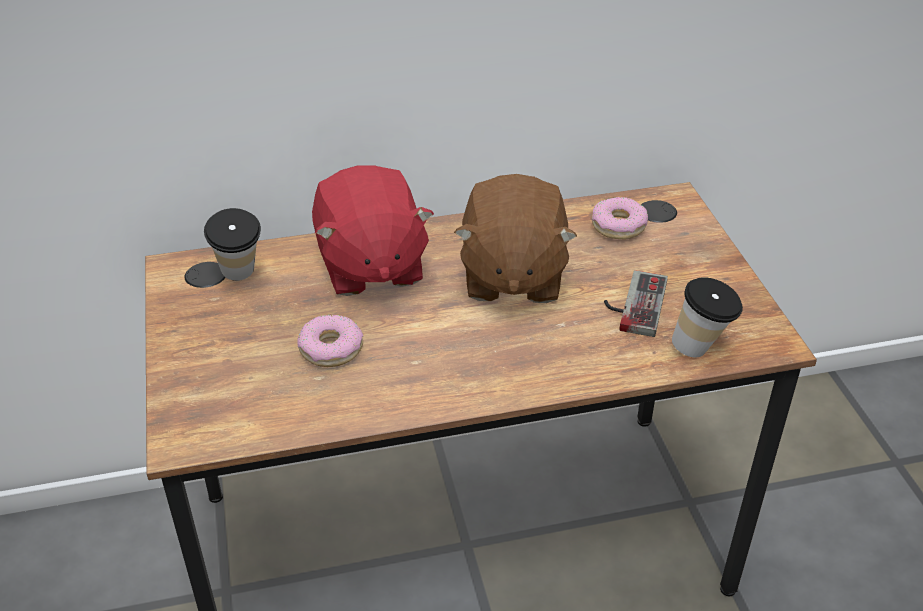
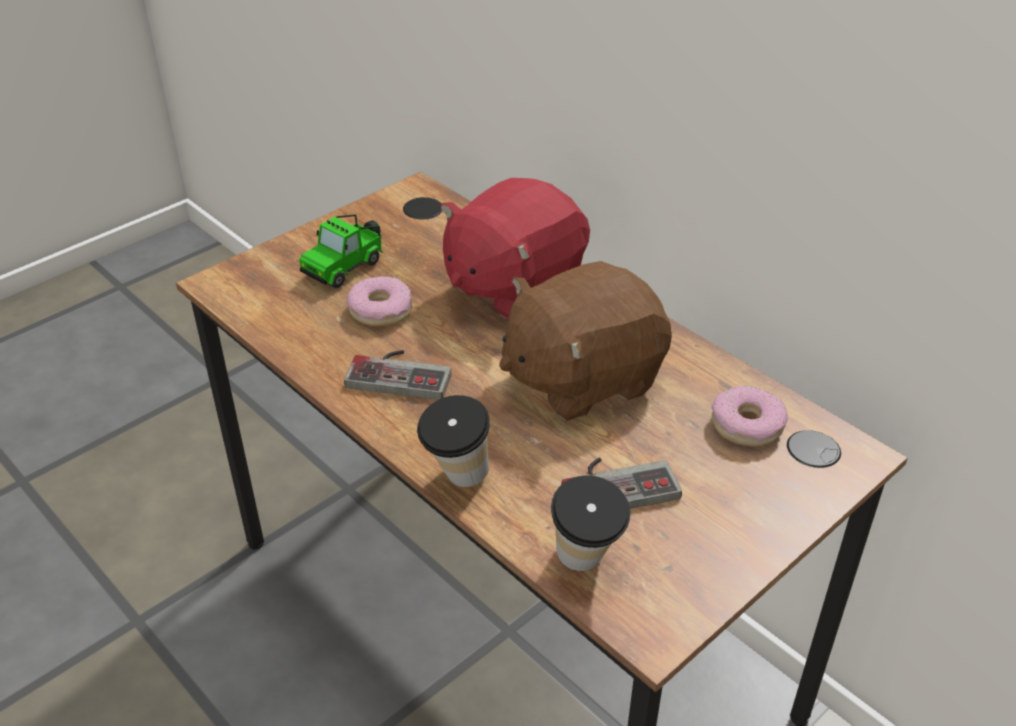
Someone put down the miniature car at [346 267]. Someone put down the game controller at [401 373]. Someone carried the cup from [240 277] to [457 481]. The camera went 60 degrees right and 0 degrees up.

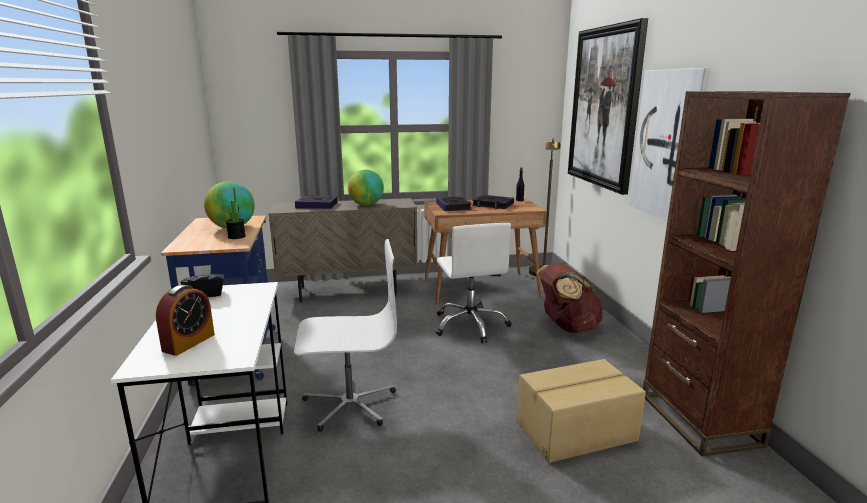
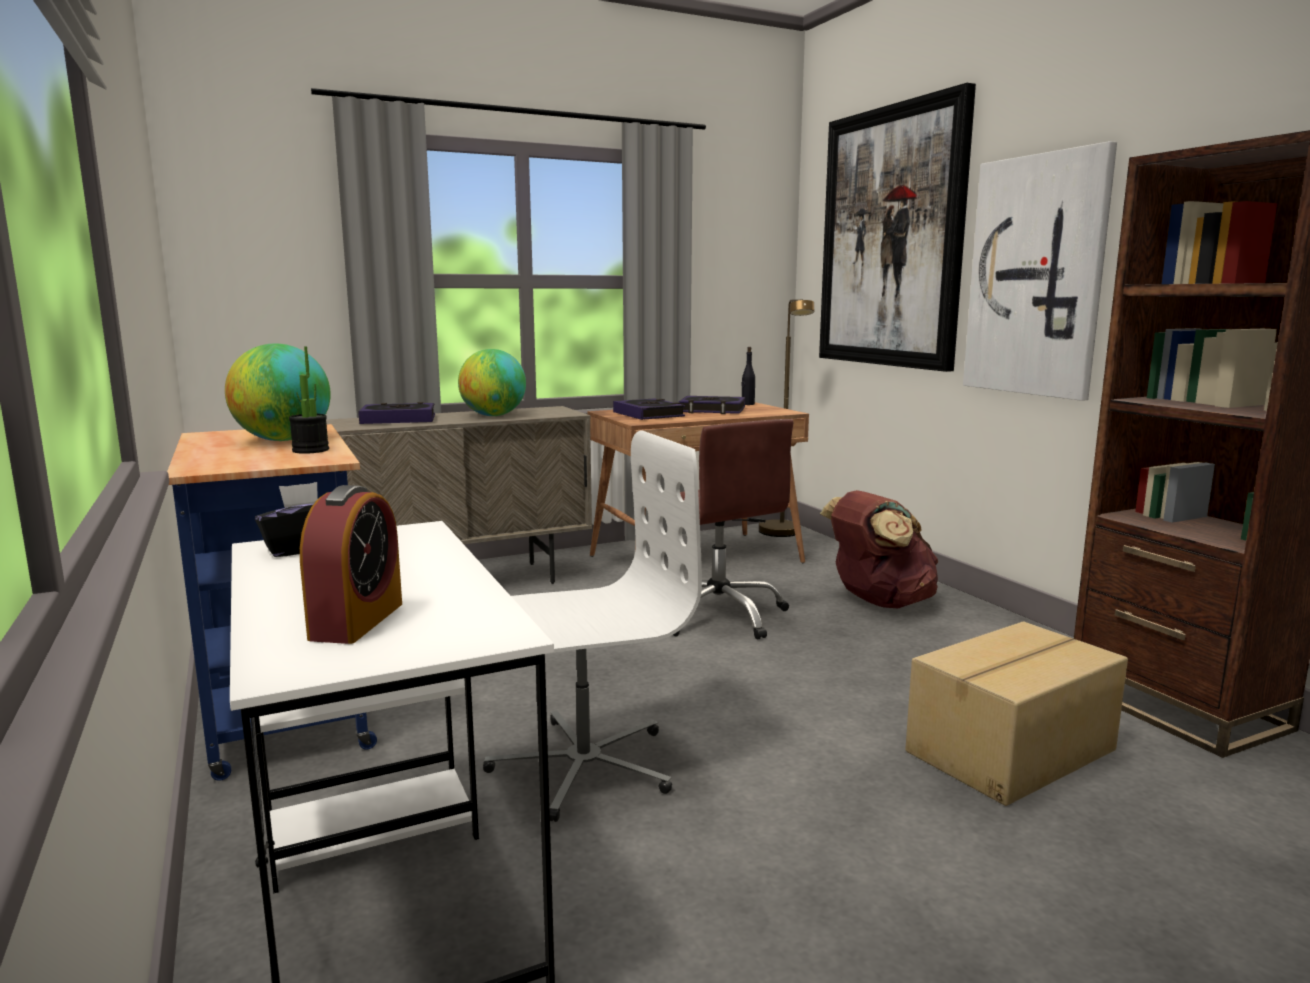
Someone repainted the white-coloured computer chair at [471 325], which became the brown-coloured computer chair at [719 615]. The camera went 15 degrees left and 5 degrees down.

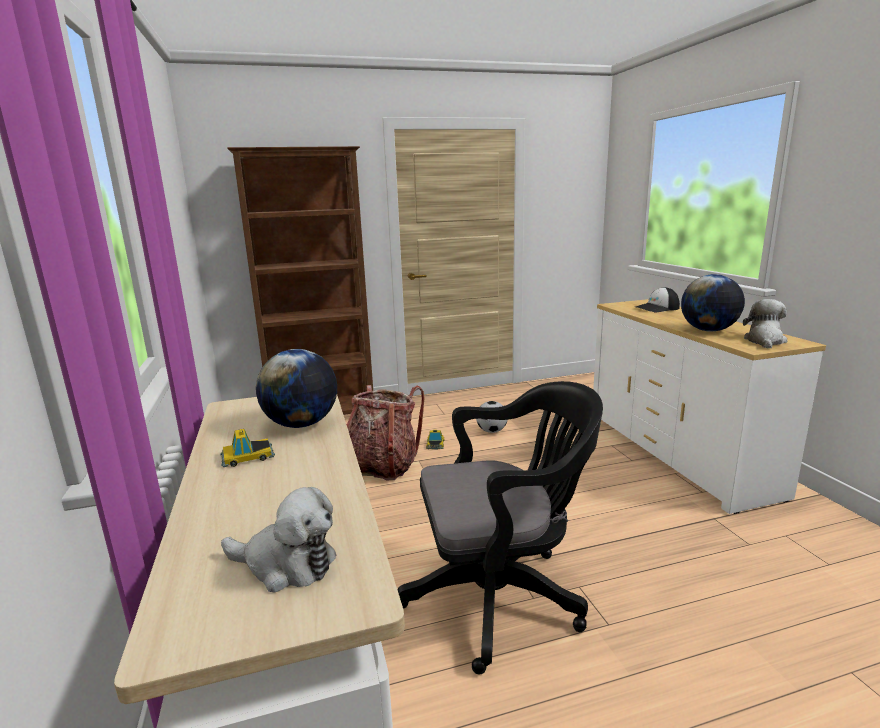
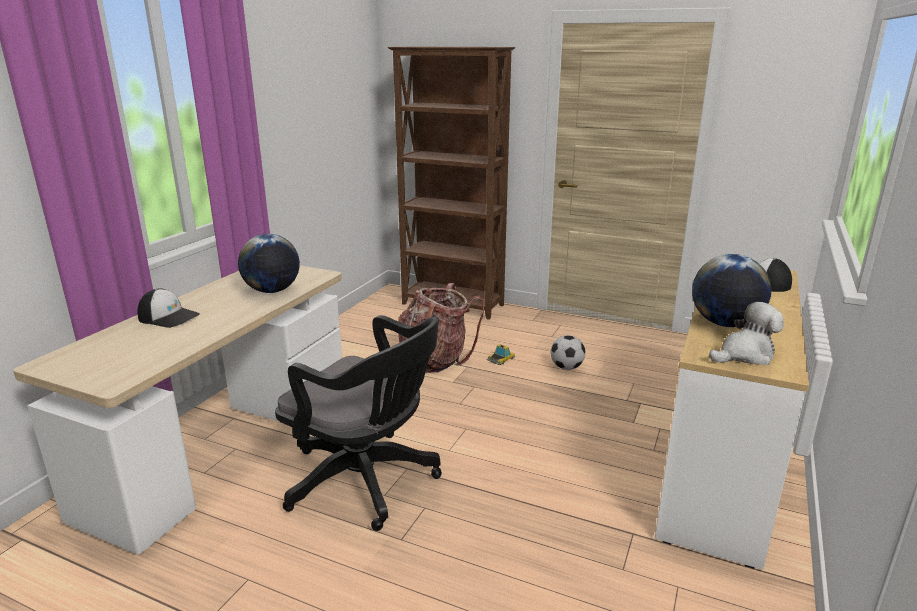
Someone took away the miniature car at [247 456]. Someone took away the soft toy at [286 564]. Someone put down the cap at [169 317]. The camera went 40 degrees right and 5 degrees up.

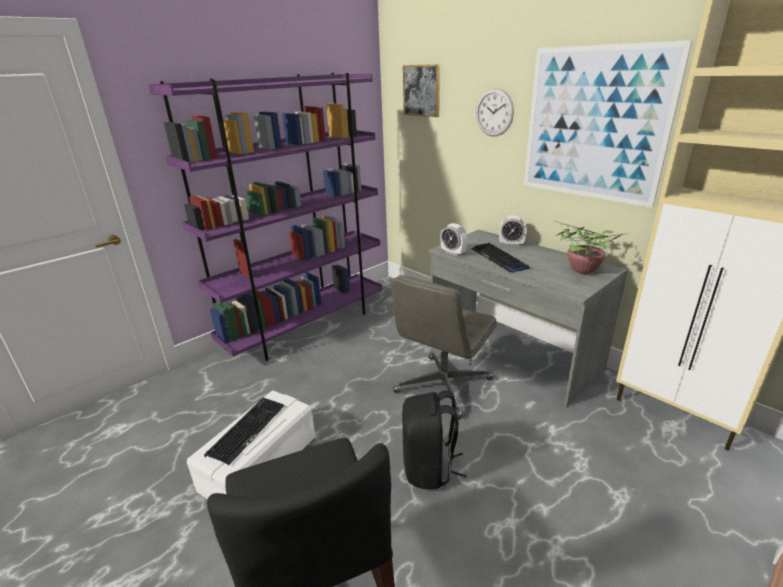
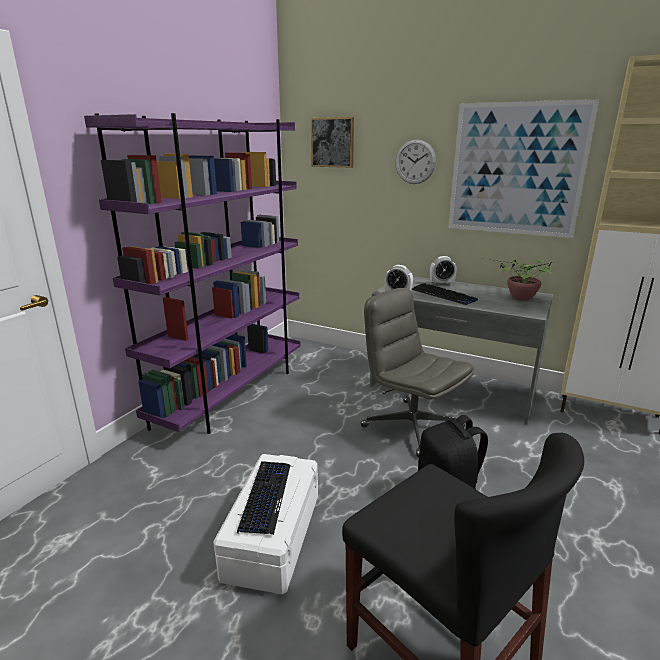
Someone rotated the greyish computer chair at [443 386] by 120 degrees clockwise. The camera went 20 degrees left and 5 degrees down.

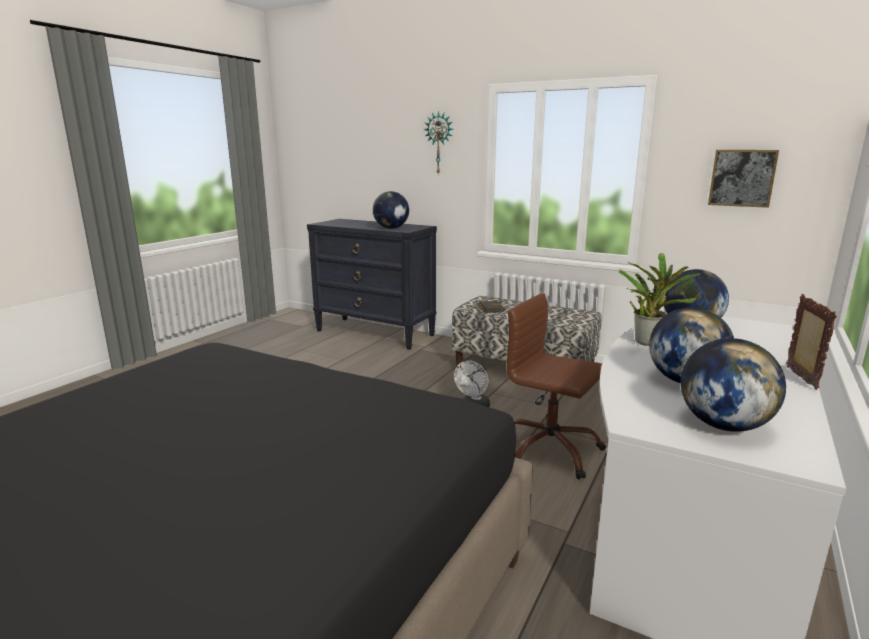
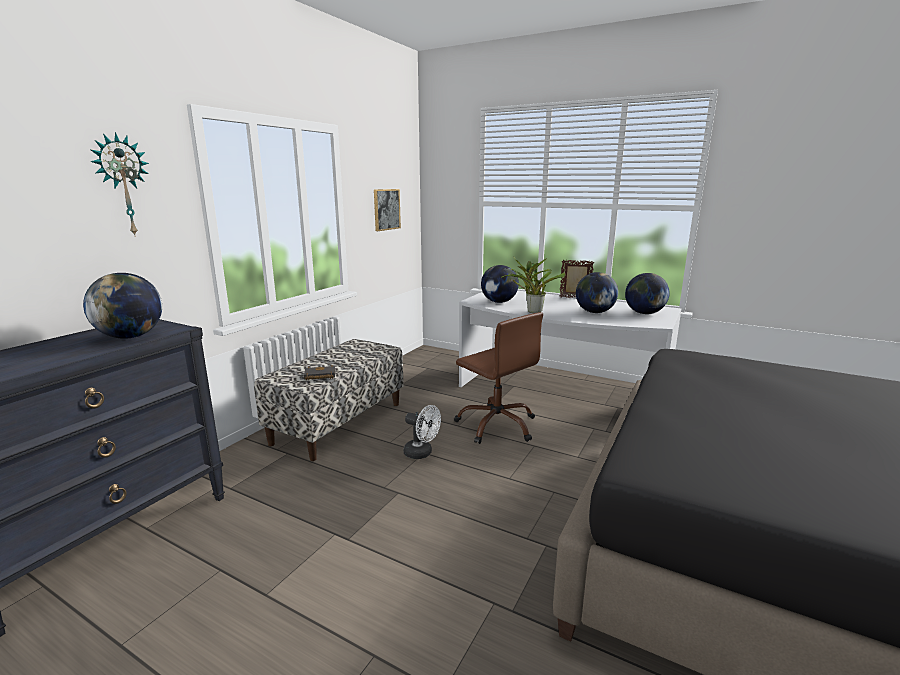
Someone rotated the brown-coloured computer chair at [549 450] by 75 degrees counterclockwise. The camera went 90 degrees left and 0 degrees up.

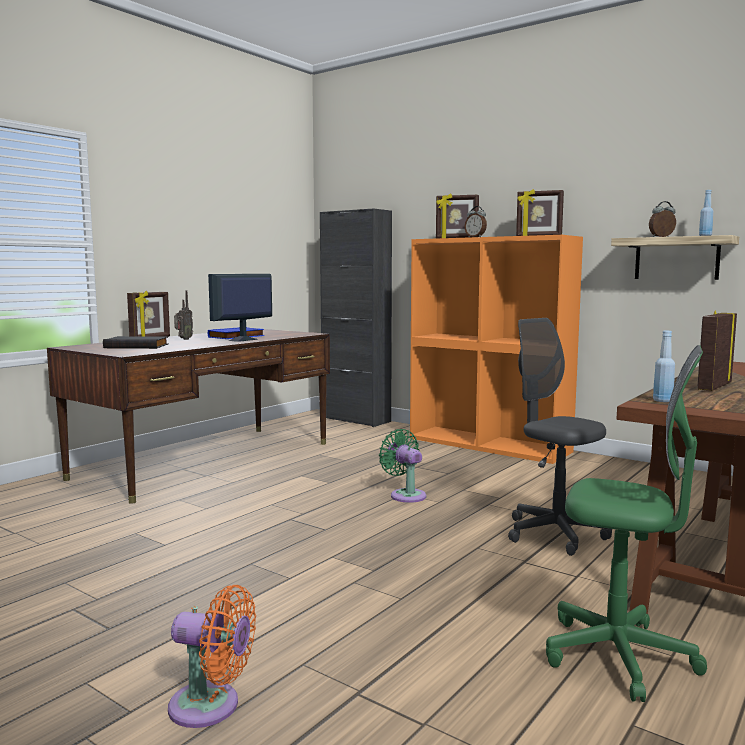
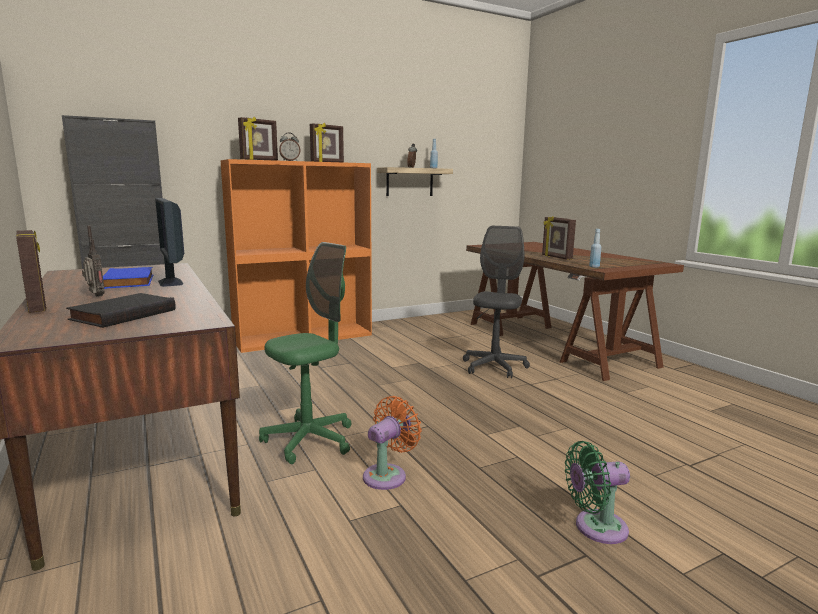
Someone carried the orange-coloured fan from [211 706] to [388 475]. Someone carried the green fan from [405 495] to [595 528]. Someone carried the green computer chair from [618 656] to [309 440]. Someone rotated the greyish computer chair at [555 534] by 120 degrees clockwise. The camera went 65 degrees left and 5 degrees up.

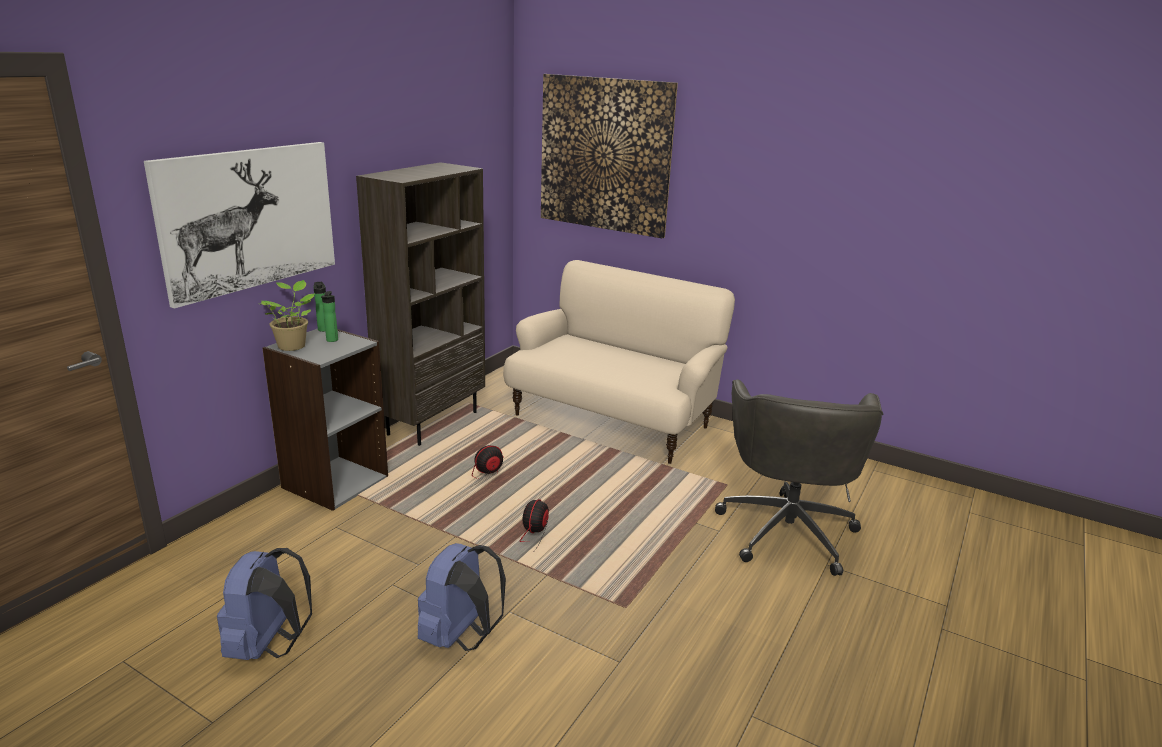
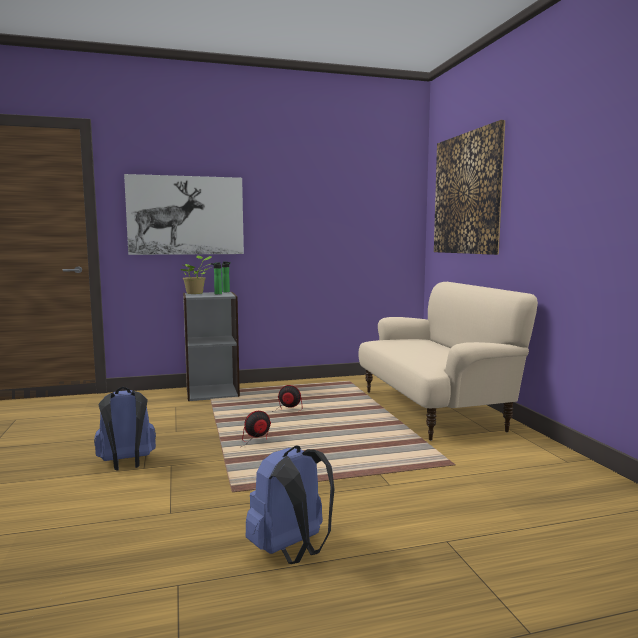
Someone took away the brown-coloured shelving unit at [432 423]. Someone took away the greyish computer chair at [787 529]. Someone carried the bluish knapsack from [268 646] to [291 551]. The camera went 45 degrees right and 15 degrees down.

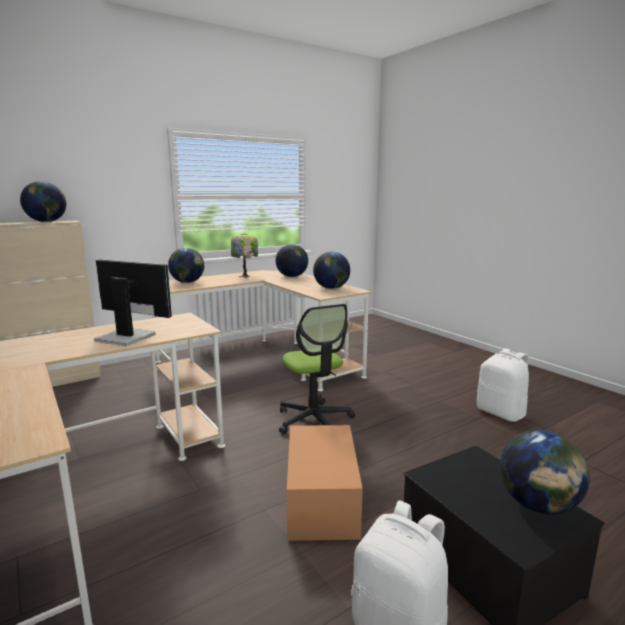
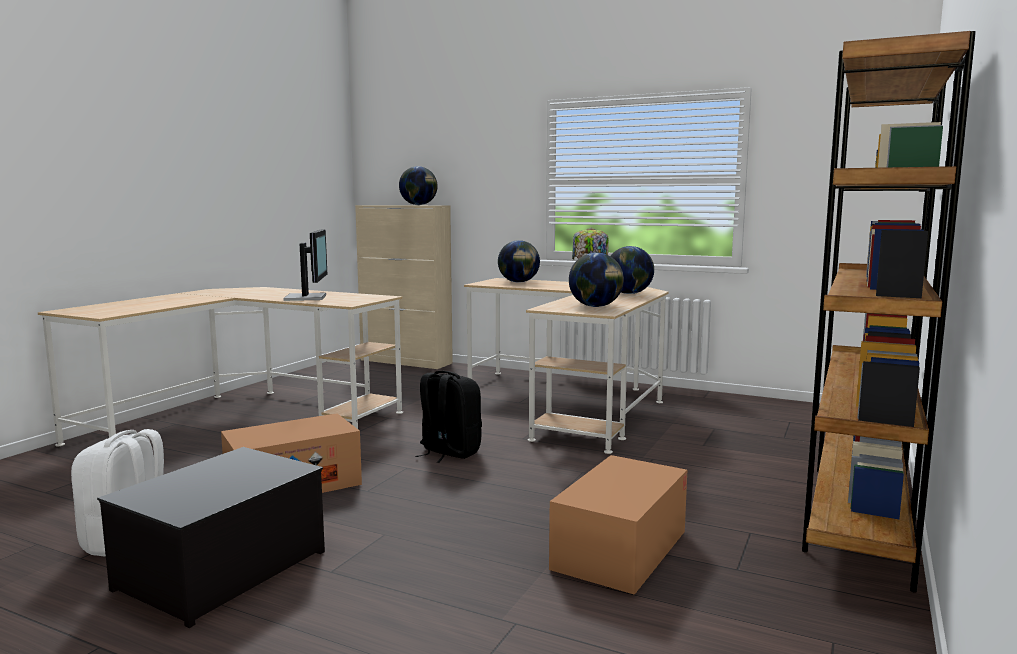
Someone took away the world globe at [538 505]. Someone put down the brown-coloured shelving unit at [859 514]. Someone swapped the computer chair at [314 420] for the black-coloured knapsack at [448 452]. Someone swapped the white-coloured knapsack at [501 413] for the carton at [620 549]. The camera went 60 degrees right and 5 degrees down.

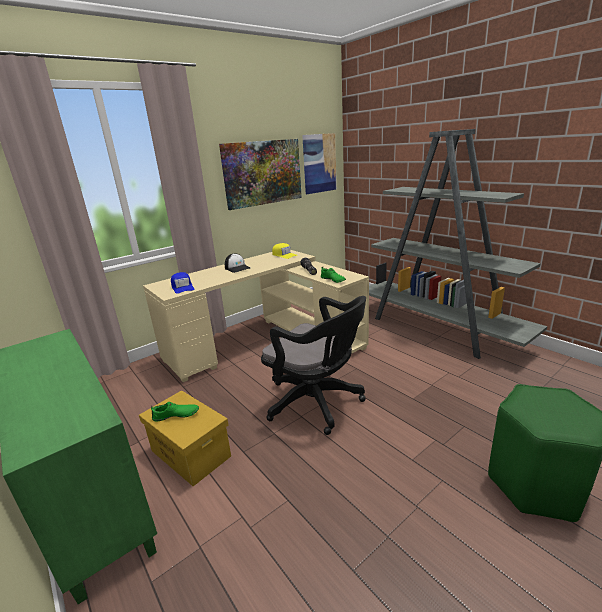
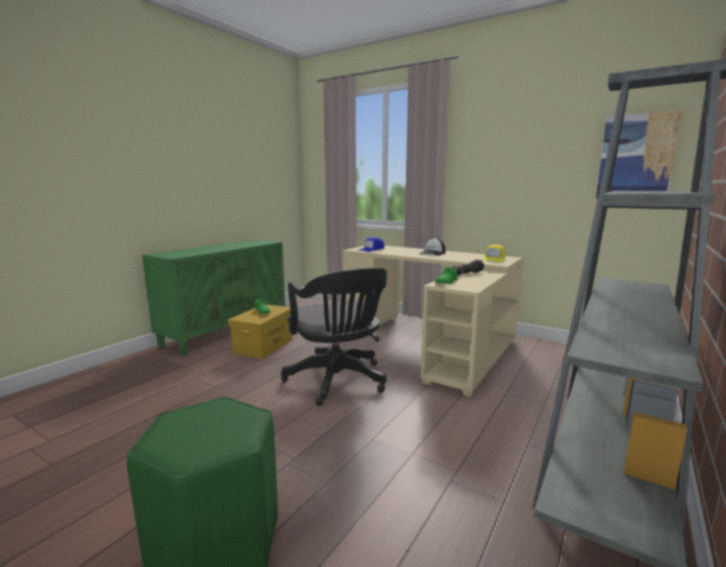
Someone took away the wall picture at [263 173]. Someone rotated the black-coloured computer chair at [318 403] by 45 degrees counterclockwise. The camera went 70 degrees right and 10 degrees down.

